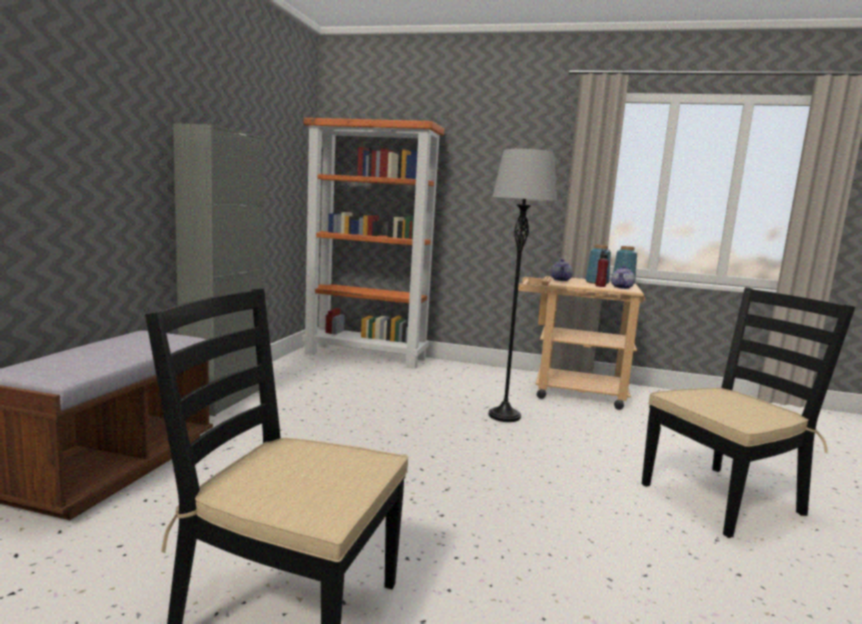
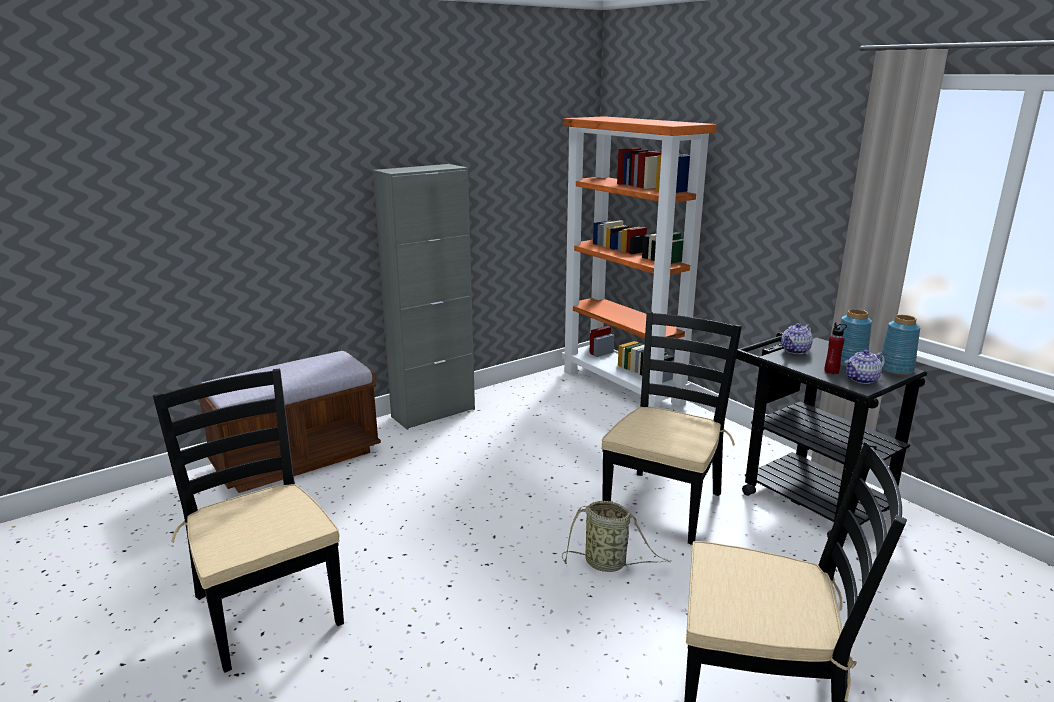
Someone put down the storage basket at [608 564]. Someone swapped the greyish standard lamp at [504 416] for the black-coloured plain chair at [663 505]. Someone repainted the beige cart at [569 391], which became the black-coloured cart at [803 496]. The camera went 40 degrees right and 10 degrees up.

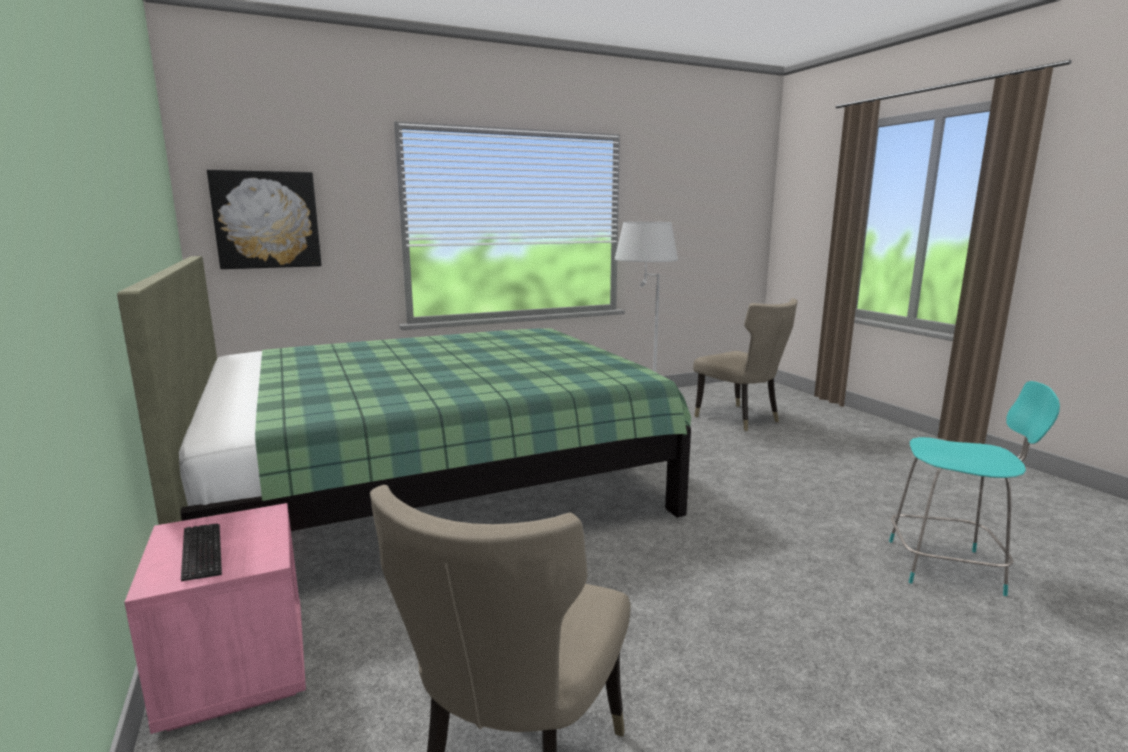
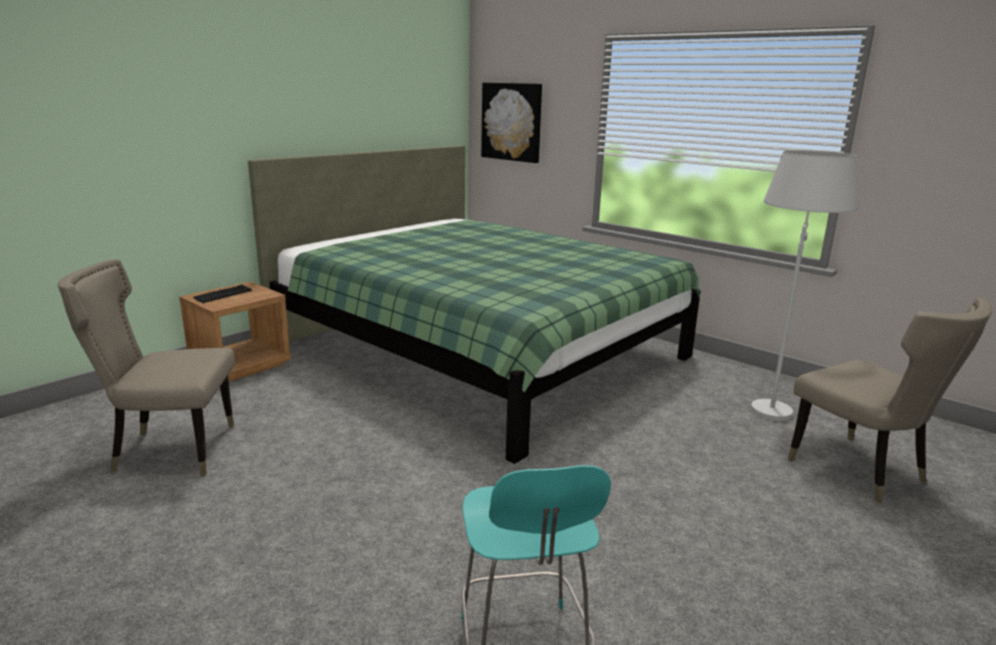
Someone repainted the pink-coloured bedside table at [236 670], which became the brown-coloured bedside table at [241 365]. Someone rotated the beige plain chair at [740 419] by 60 degrees counterclockwise. The camera went 65 degrees right and 5 degrees up.

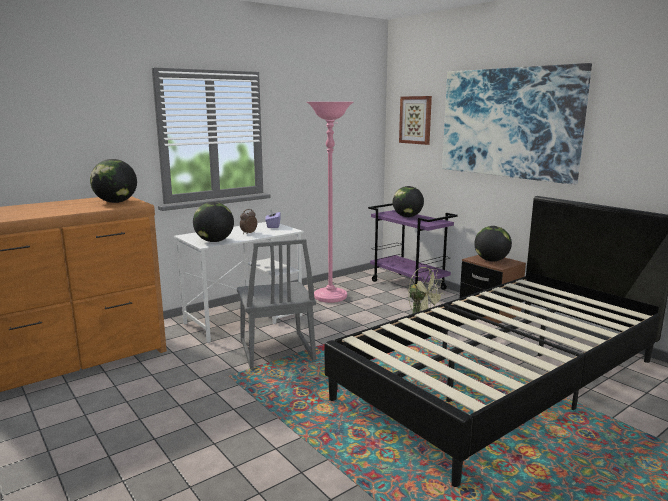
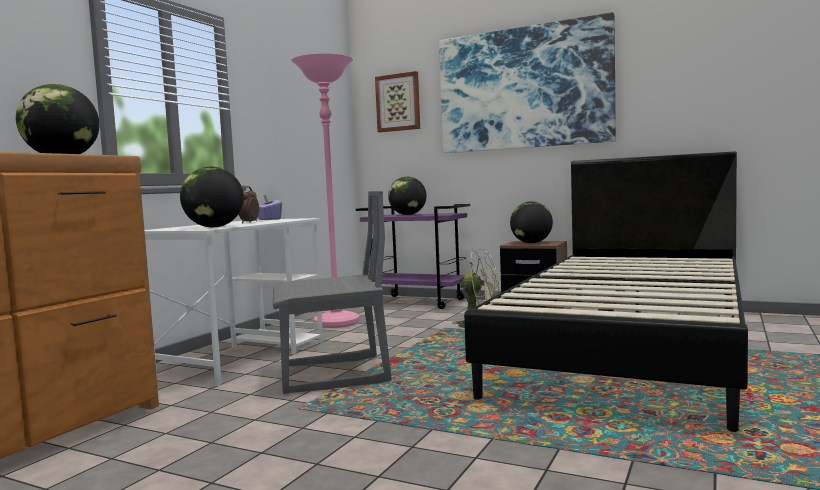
Someone rotated the greyish plain chair at [275 351] by 60 degrees counterclockwise. The camera went 25 degrees left and 10 degrees down.

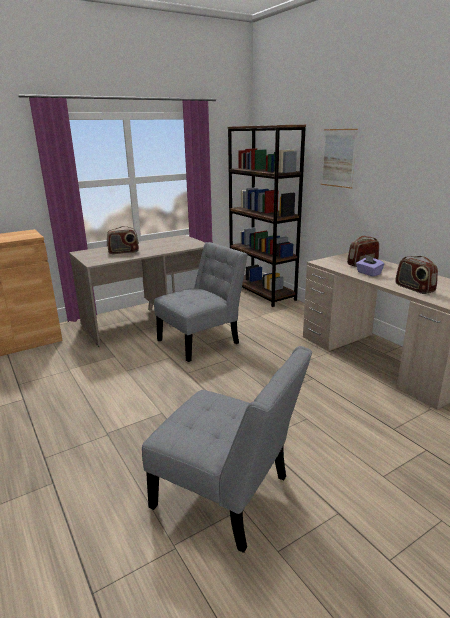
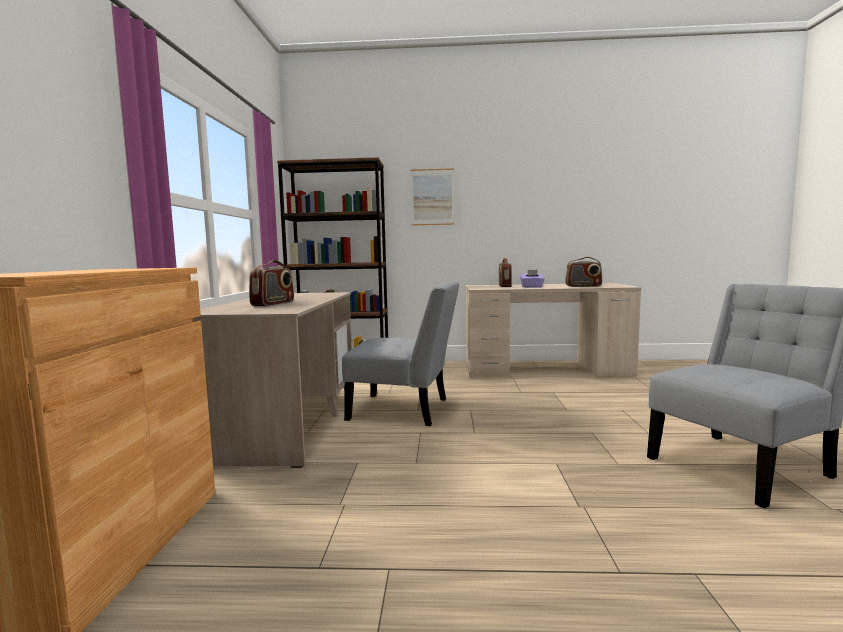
Someone rotated the greyish plain chair at [202 340] by 105 degrees clockwise. The camera went 55 degrees left and 15 degrees down.

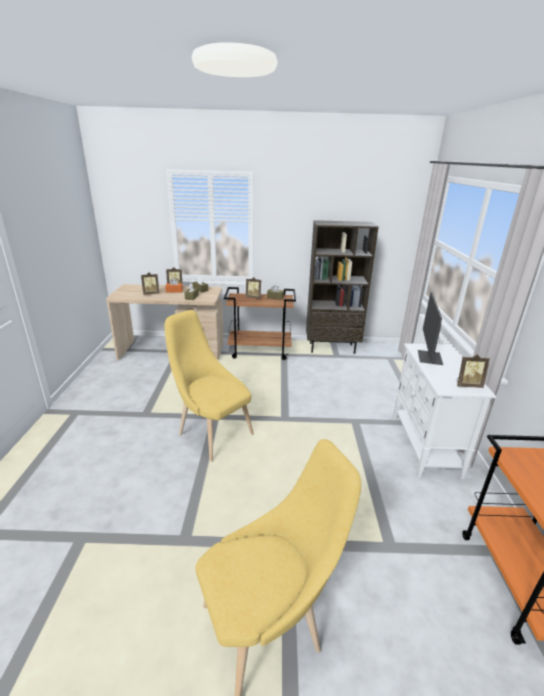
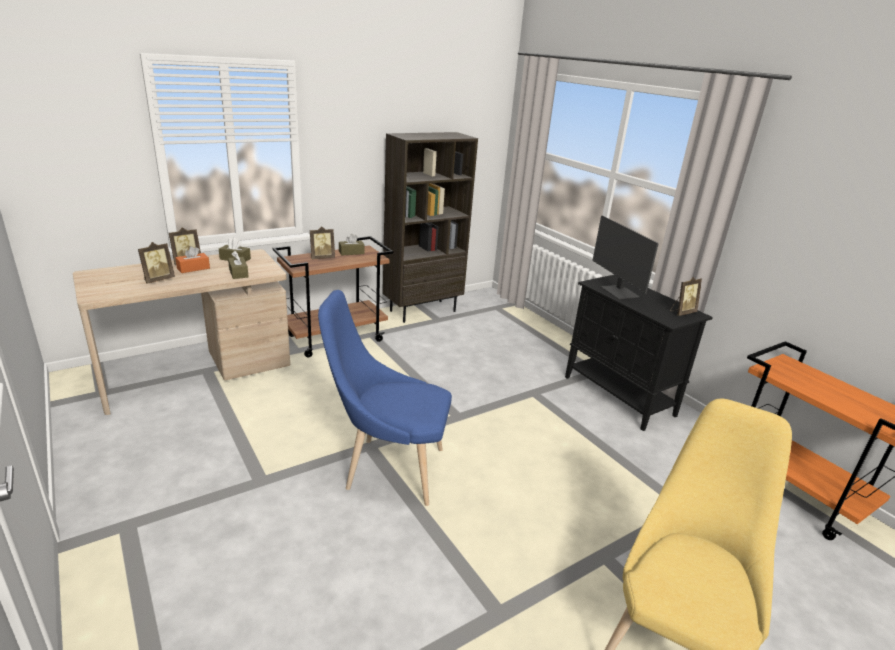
Someone repainted the yellow-coloured plain chair at [212 432], which became the bluish plain chair at [388 468]. Someone repainted the white-coloured storage cabinet at [425 446], which became the black-coloured storage cabinet at [619 396]. The camera went 35 degrees left and 0 degrees up.

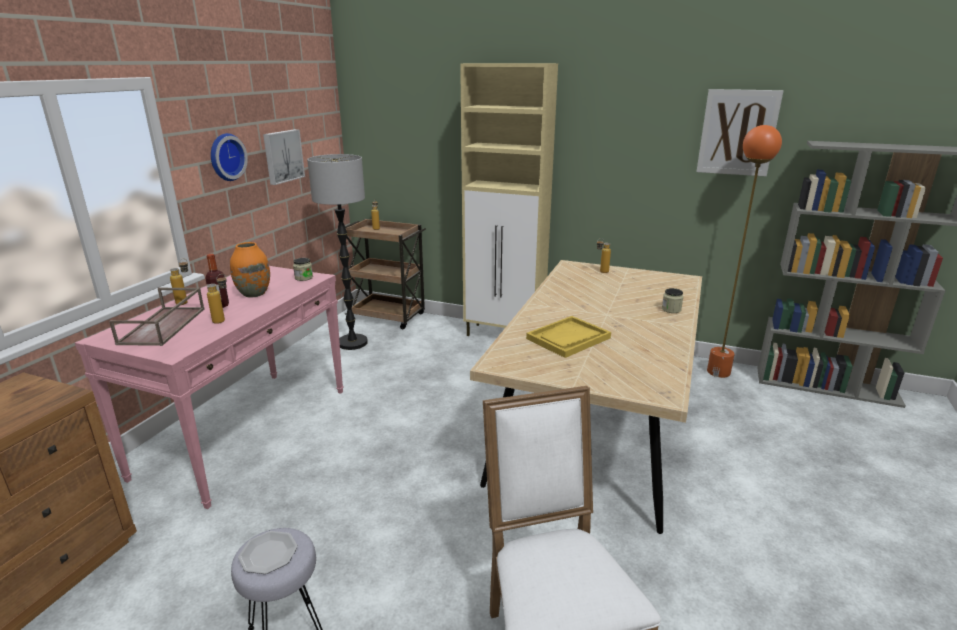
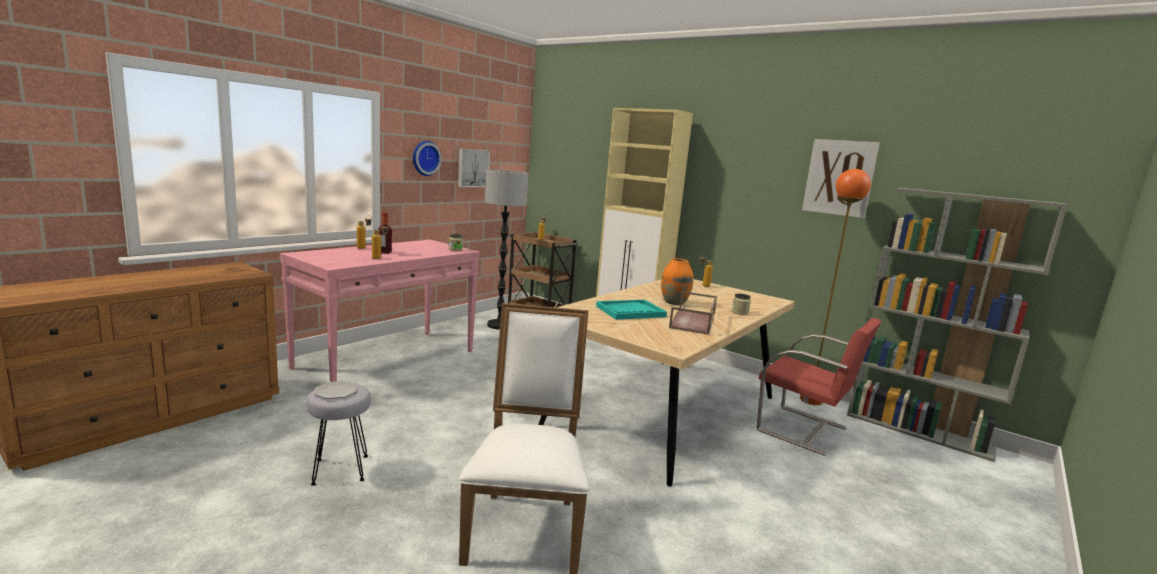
Someone put down the red-coloured plain chair at [804 430]. Someone carried the brown-coloured carrying tray from [163 326] to [693 321]. Someone carried the orange-coloured decorative vase from [253 294] to [674 302]. Someone repainted the yellow-coloured carrying tray at [568 338], which became the turquoise carrying tray at [630 311]. The camera went 15 degrees right and 10 degrees down.

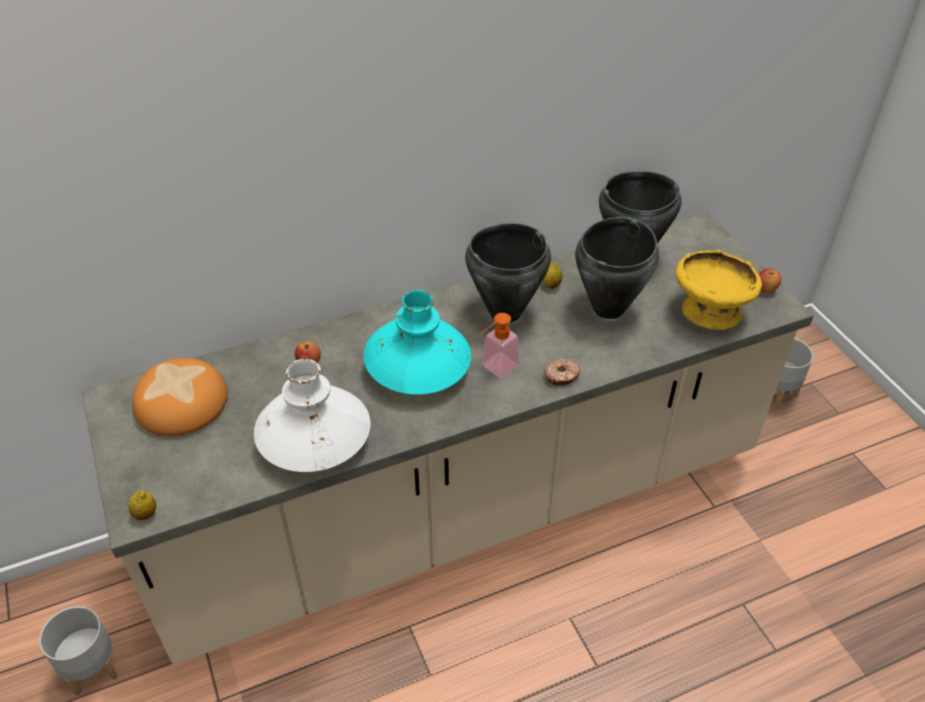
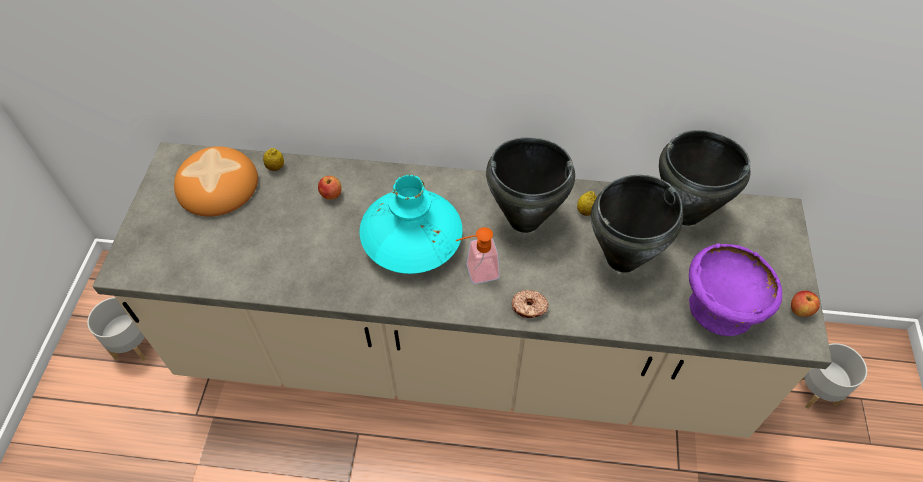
Someone took away the white-coloured decorative vase at [315 441]. Someone carried the lemon from [145 514] to [275 167]. Someone repainted the yellow-coloured deep dish at [709 312], which became the purple-coloured deep dish at [720 307]. The camera went 30 degrees right and 10 degrees up.

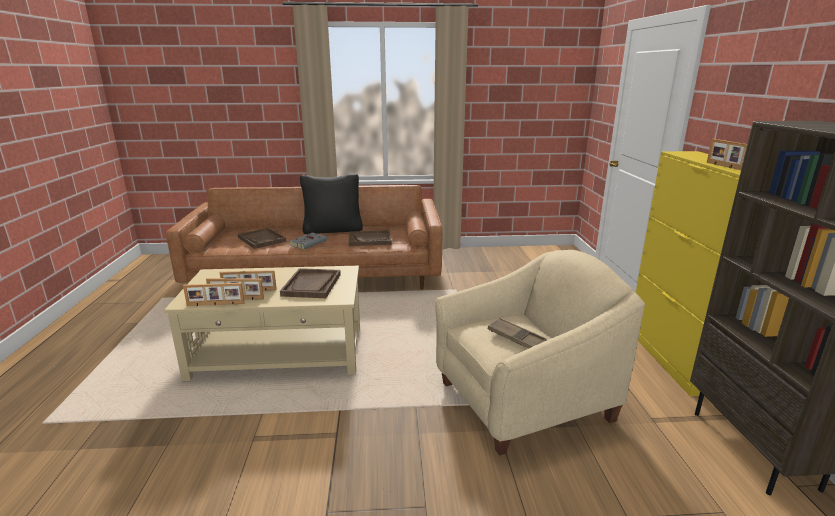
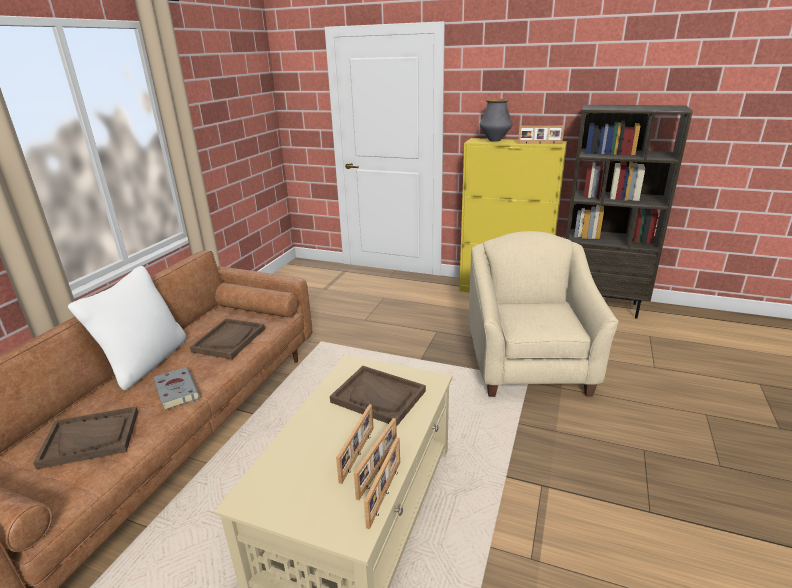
Someone took away the brown-coloured carrying tray at [516 338]. Someone put down the decorative vase at [494 140]. Someone repainted the black-coloured cushion at [333 230], which became the white-coloured cushion at [145 362]. The camera went 65 degrees left and 5 degrees up.

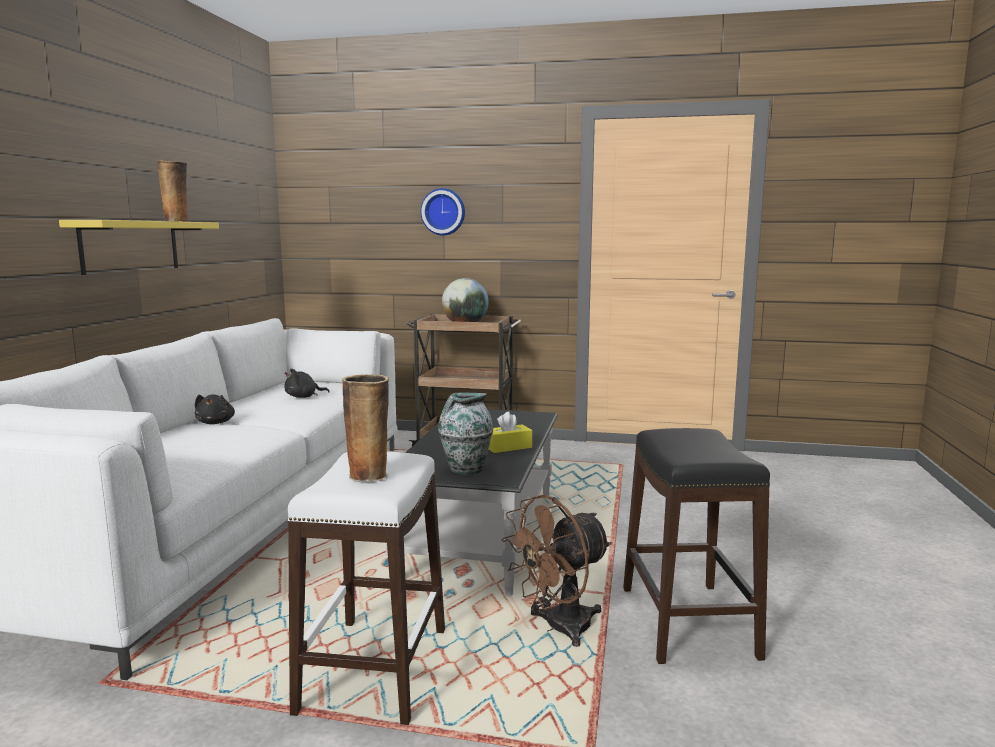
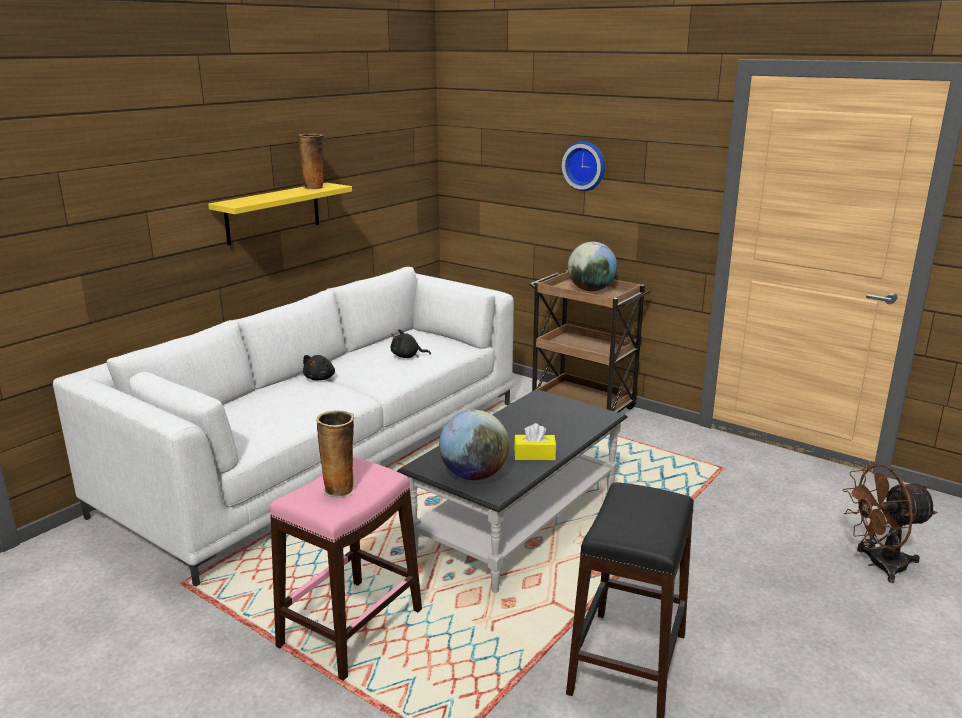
Someone carried the brown-coloured fan from [558 628] to [878 565]. Someone swapped the decorative vase at [465 469] for the world globe at [474 475]. Someone repainted the white-coloured stool seat at [373 669], which became the pink-coloured stool seat at [350 628]. The camera went 25 degrees right and 10 degrees up.

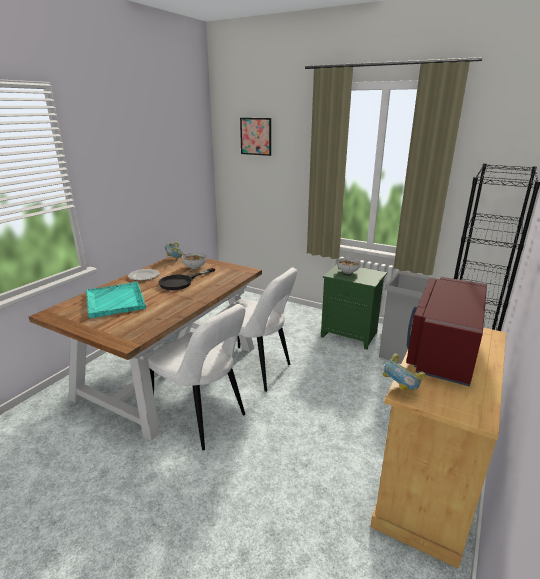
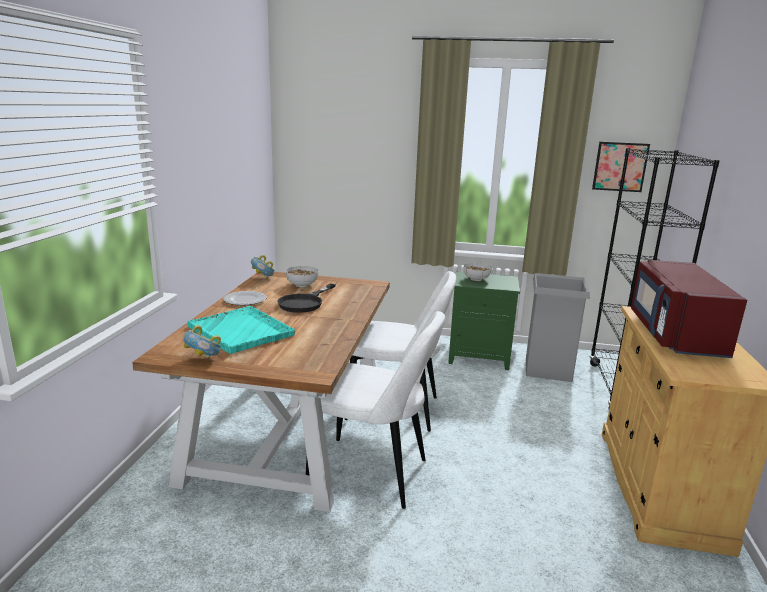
Someone carried the wall picture from [256 136] to [620 166]. Someone carried the deep dish from [400 389] to [203 359]. The camera went 20 degrees left and 5 degrees down.

